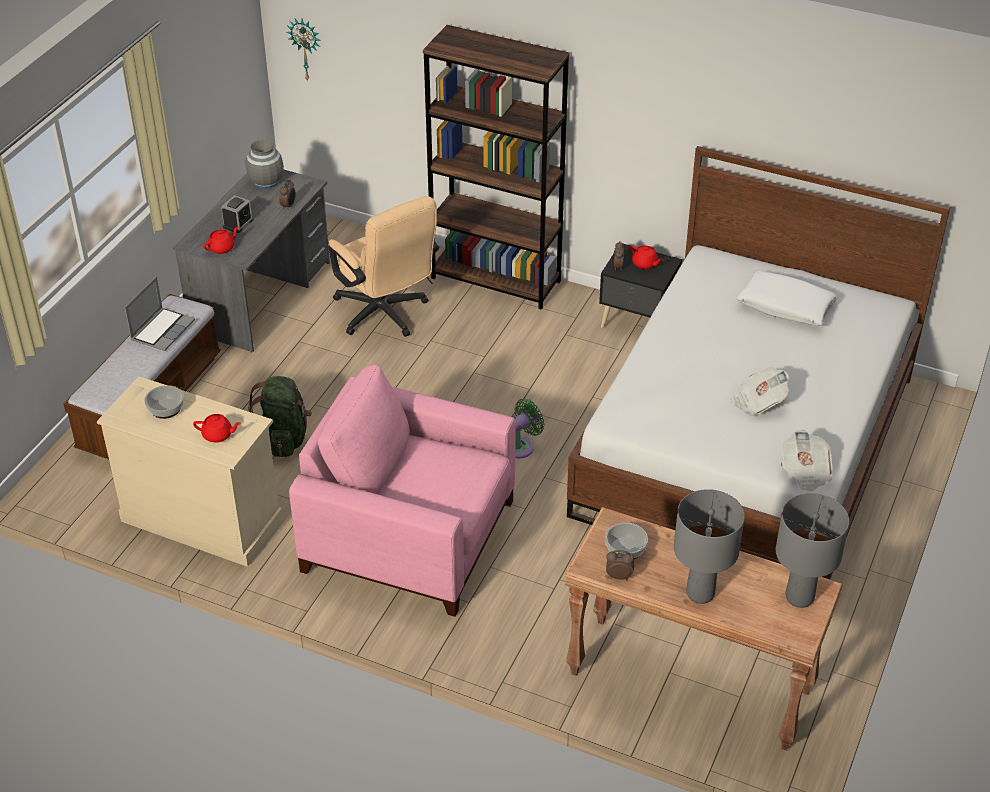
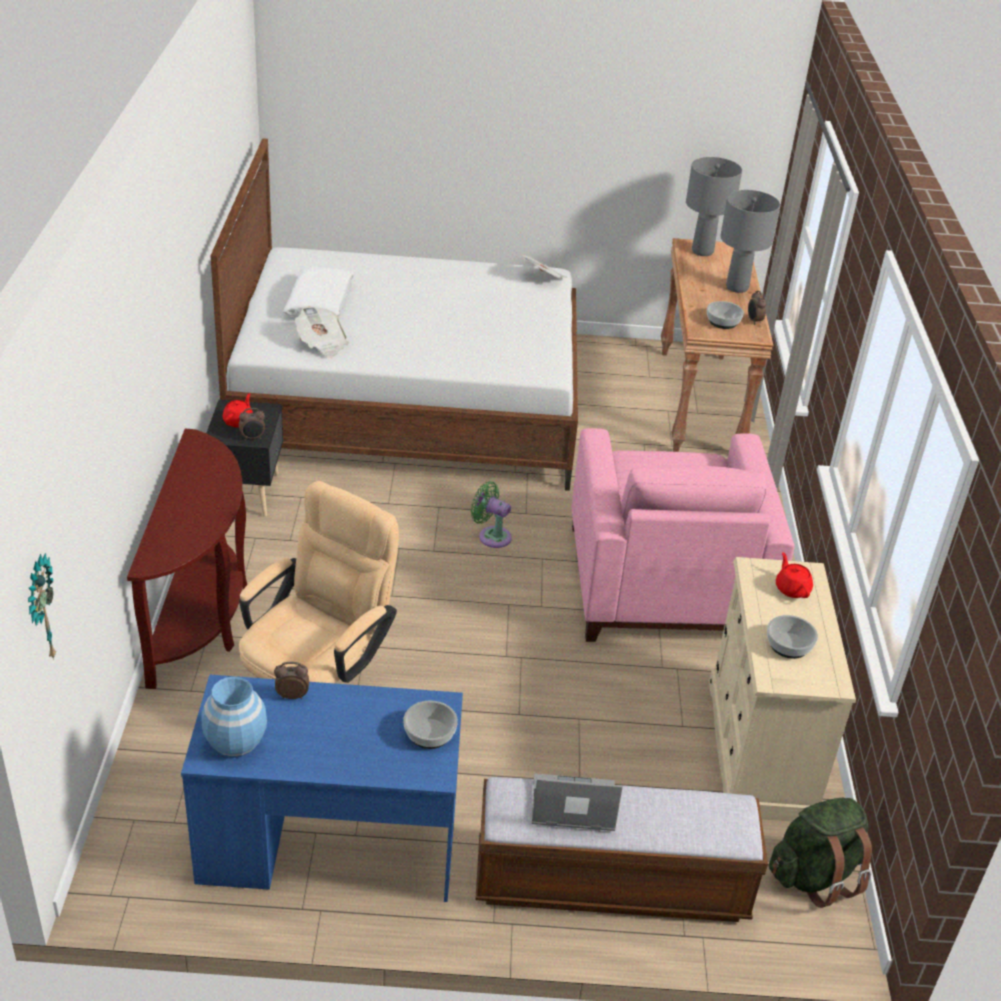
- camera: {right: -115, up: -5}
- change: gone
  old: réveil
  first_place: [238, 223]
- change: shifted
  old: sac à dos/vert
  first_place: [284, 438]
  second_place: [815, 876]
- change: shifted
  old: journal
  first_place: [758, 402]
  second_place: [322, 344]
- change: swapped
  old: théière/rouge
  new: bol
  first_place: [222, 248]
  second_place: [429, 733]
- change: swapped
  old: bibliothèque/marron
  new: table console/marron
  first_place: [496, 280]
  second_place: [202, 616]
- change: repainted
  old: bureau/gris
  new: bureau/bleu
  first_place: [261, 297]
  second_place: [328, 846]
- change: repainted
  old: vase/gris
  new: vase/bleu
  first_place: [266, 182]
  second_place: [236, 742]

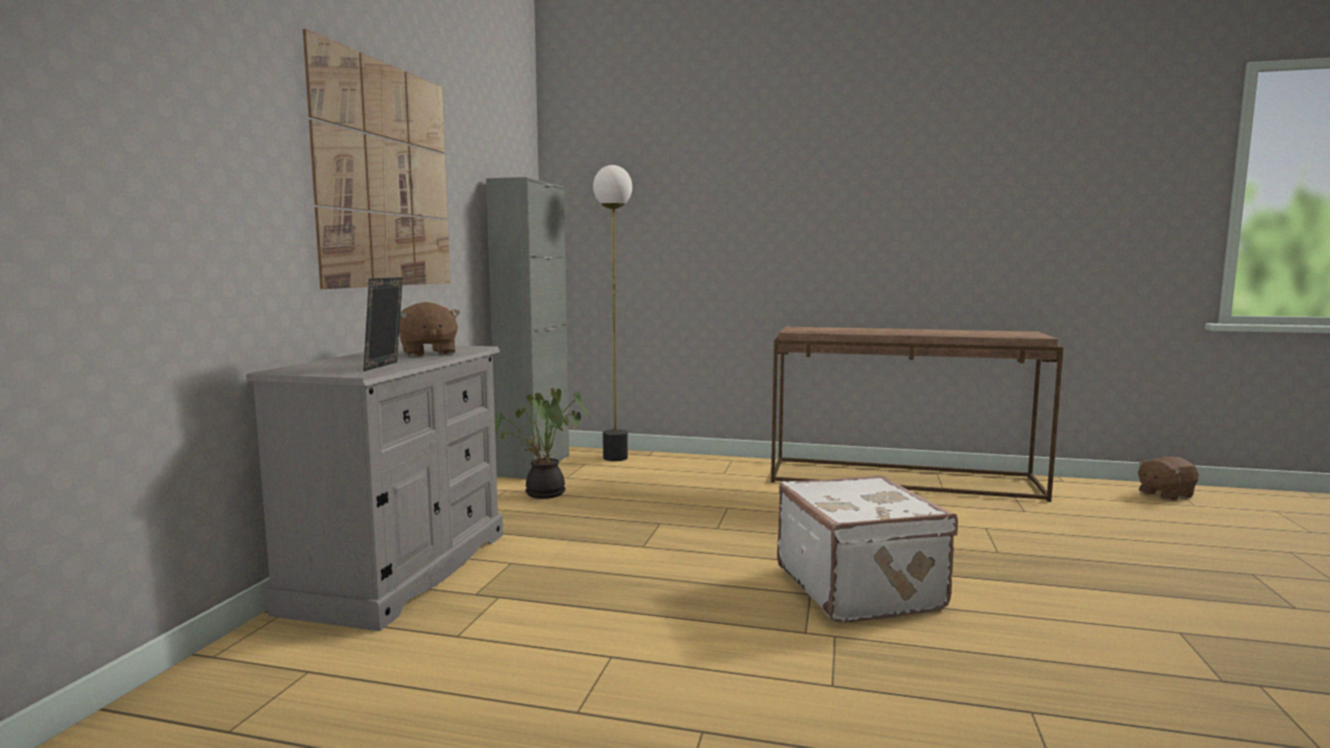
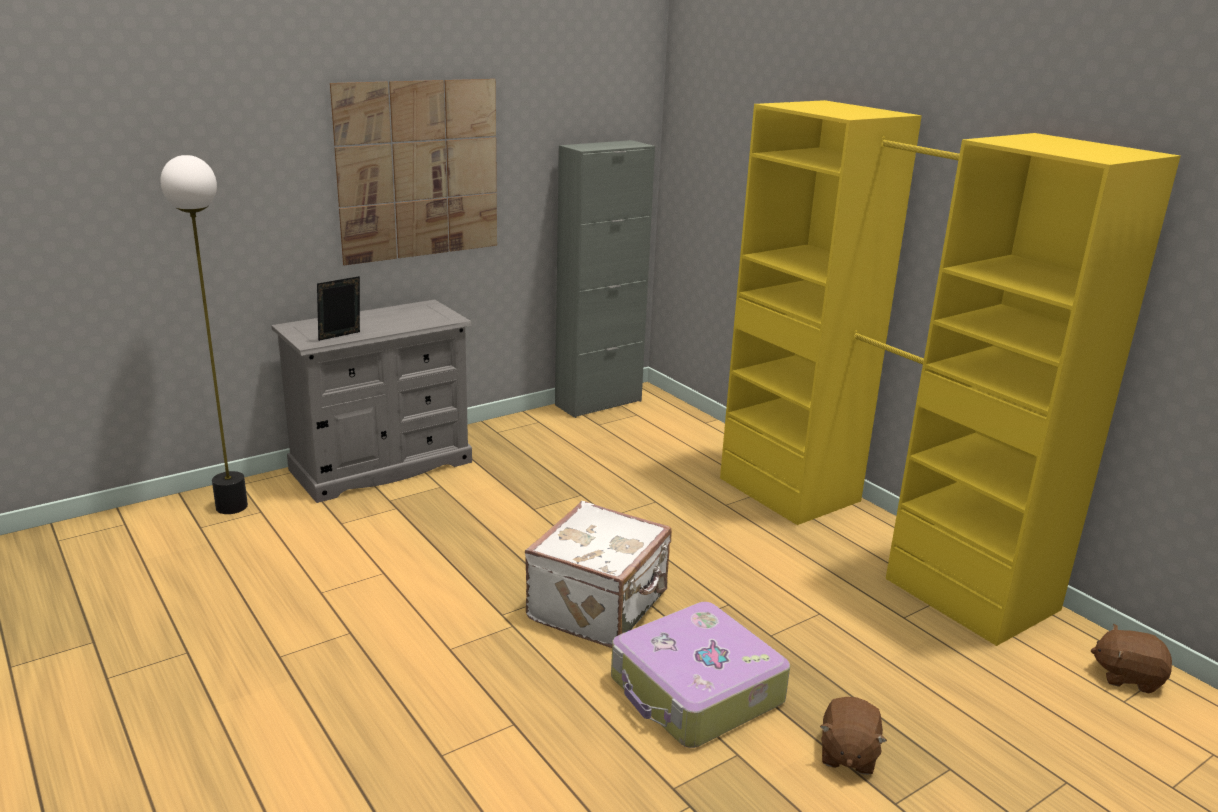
- camera: {right: 40, up: 15}
- change: gone
  old: plante en pot
  first_place: [542, 494]
- change: new
  new: valise
  second_place: [695, 691]
- change: shifted
  old: peluche/marron
  first_place: [428, 353]
  second_place: [847, 754]
- change: shifted
  old: lampadaire
  first_place: [615, 458]
  second_place: [232, 506]
- change: swapped
  old: table console/marron
  new: armoire/jaune
  first_place: [904, 479]
  second_place: [873, 538]

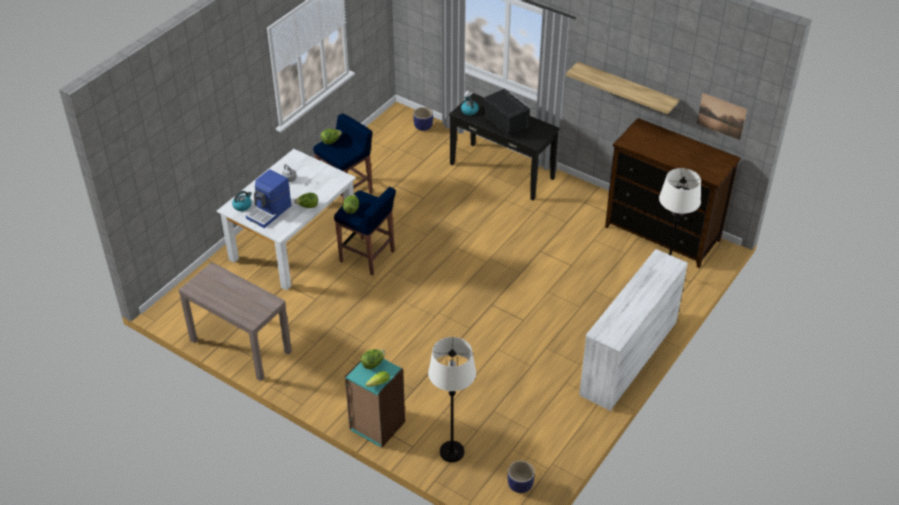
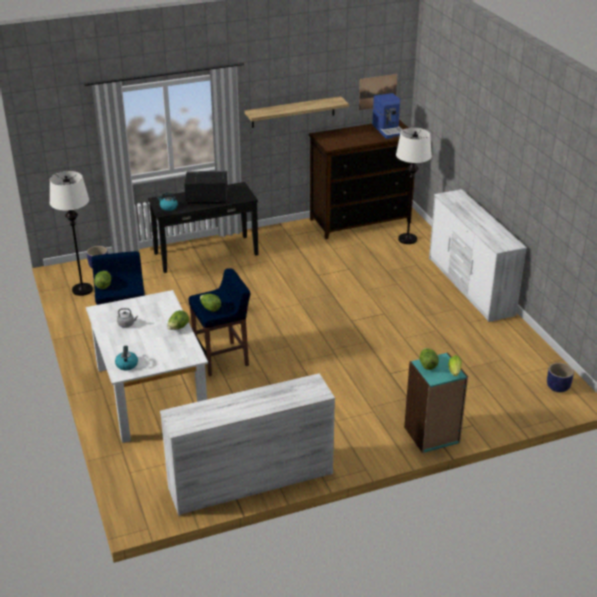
- camera: {right: -55, up: -10}
- change: shifted
  old: machine à café
  first_place: [270, 212]
  second_place: [388, 130]
- change: shifted
  old: lampadaire/blanc
  first_place: [451, 452]
  second_place: [82, 290]
- change: swapped
  old: table console/marron
  new: commode/blanc
  first_place: [240, 346]
  second_place: [250, 480]

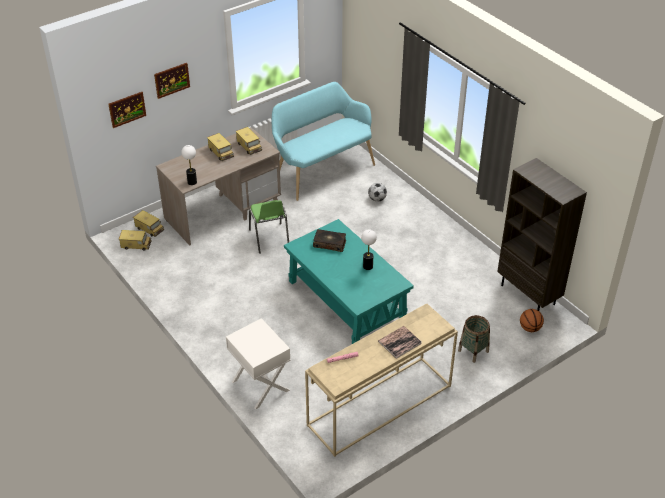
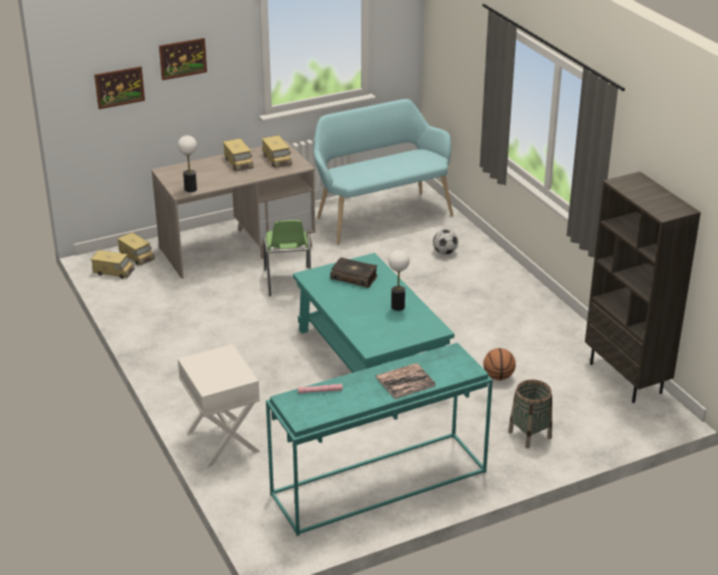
- camera: {right: 10, up: -10}
- change: shifted
  old: ballon de basket
  first_place: [530, 328]
  second_place: [498, 377]
- change: repainted
  old: table console/beige
  new: table console/turquoise
  first_place: [380, 406]
  second_place: [378, 484]

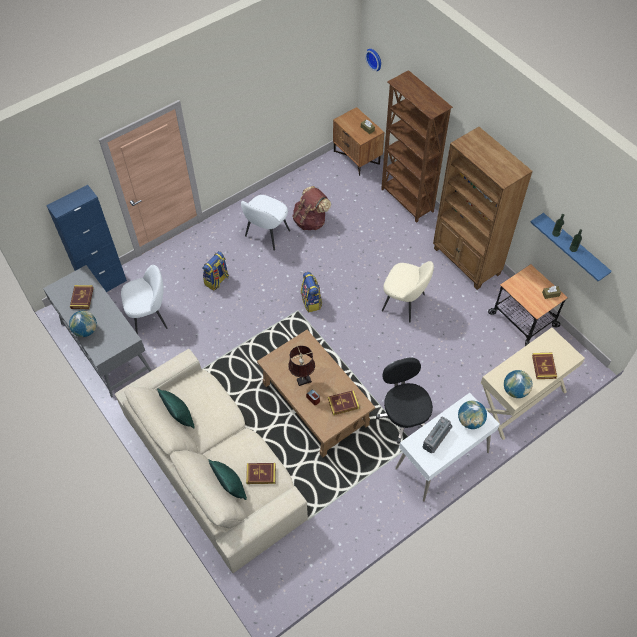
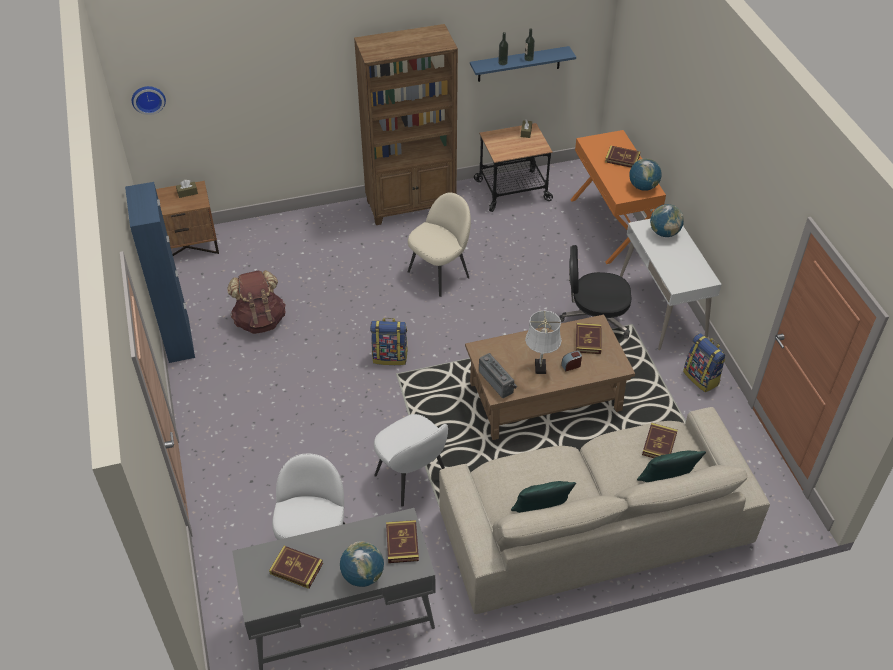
- camera: {right: -70, up: -10}
- change: gone
  old: bibliothèque/marron
  first_place: [407, 201]
- change: new
  new: livre
  second_place: [402, 543]
- change: shifted
  old: meuble de rangement/bleu
  first_place: [104, 285]
  second_place: [179, 340]
- change: shifted
  old: sac à dos
  first_place: [217, 281]
  second_place: [701, 378]
- change: shifted
  old: chaise/blanc
  first_place: [266, 234]
  second_place: [412, 477]
- change: shifted
  old: radio
  first_place: [437, 439]
  second_place: [498, 381]
- change: repainted
  old: lampe de table/marron
  new: lampe de table/blanc
  first_place: [302, 381]
  second_place: [540, 368]
- change: repainted
  old: table console/beige
  new: table console/orange
  first_place: [520, 400]
  second_place: [611, 226]

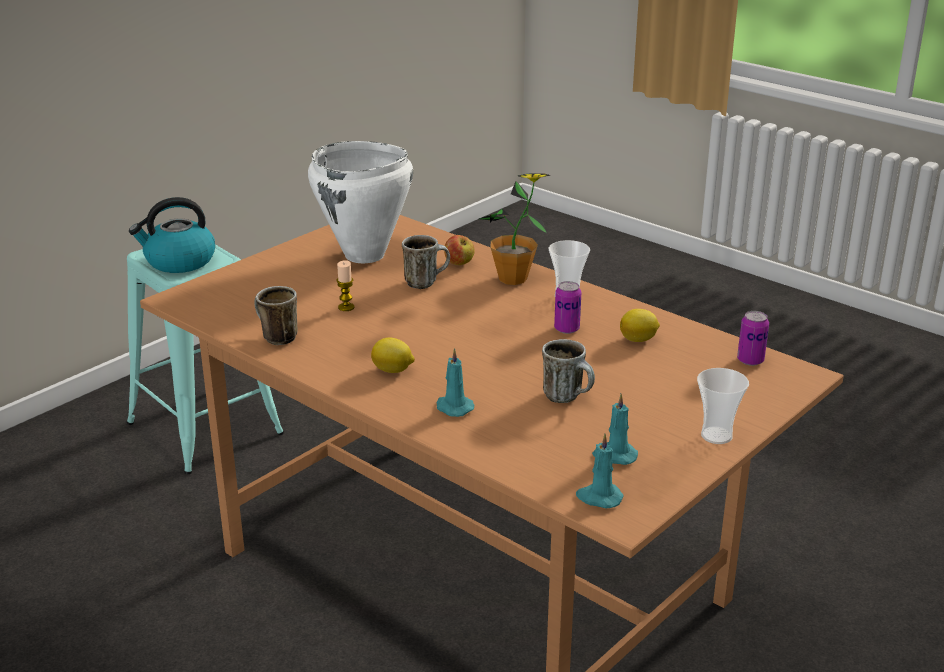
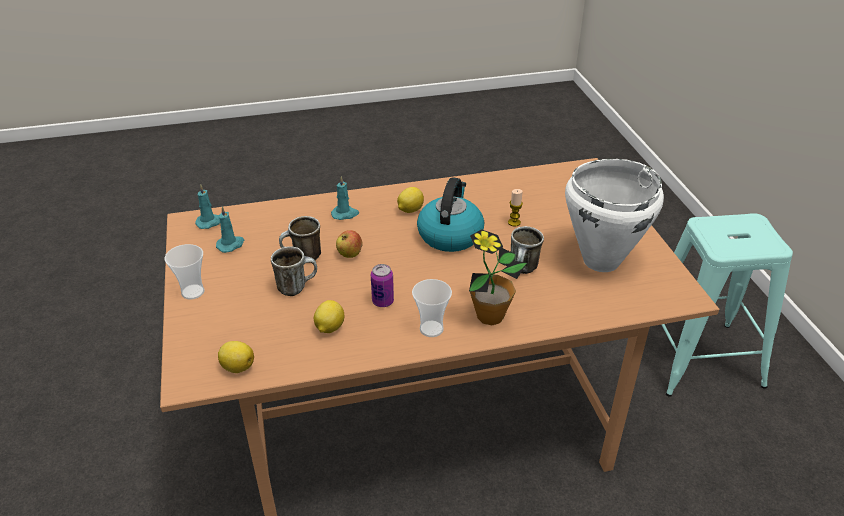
- camera: {right: 125, up: 10}
- change: shifted
  old: bouilloire
  first_place: [179, 261]
  second_place: [450, 235]
- change: shifted
  old: mug
  first_place: [274, 337]
  second_place: [297, 287]
- change: shifted
  old: pomme
  first_place: [459, 263]
  second_place: [350, 254]
- change: swapped
  old: boîte métallique
  new: citron
  first_place: [750, 360]
  second_place: [237, 367]

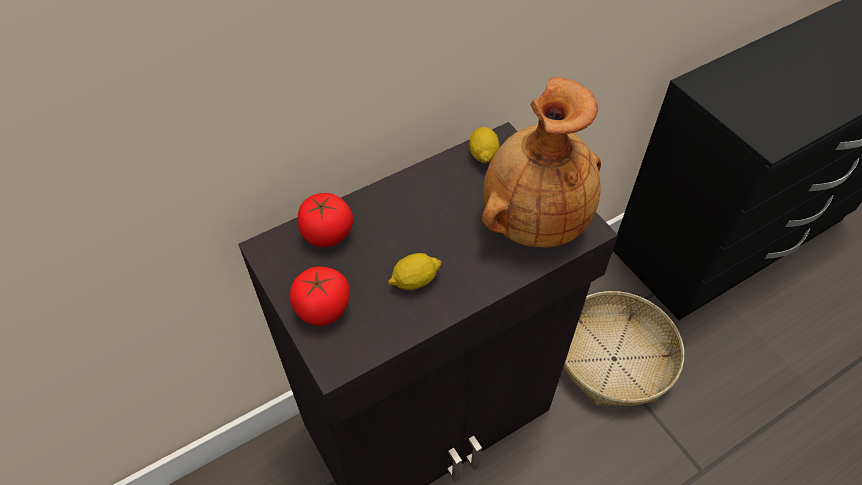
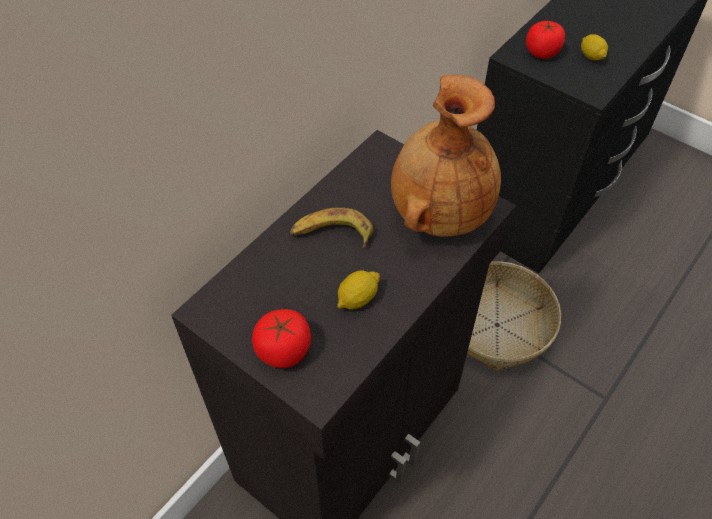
- camera: {right: -20, up: 0}
- change: new
  new: banane
  second_place: [332, 234]
- change: shifted
  old: tomate
  first_place: [327, 234]
  second_place: [542, 52]
- change: shifted
  old: citron
  first_place: [483, 154]
  second_place: [591, 56]

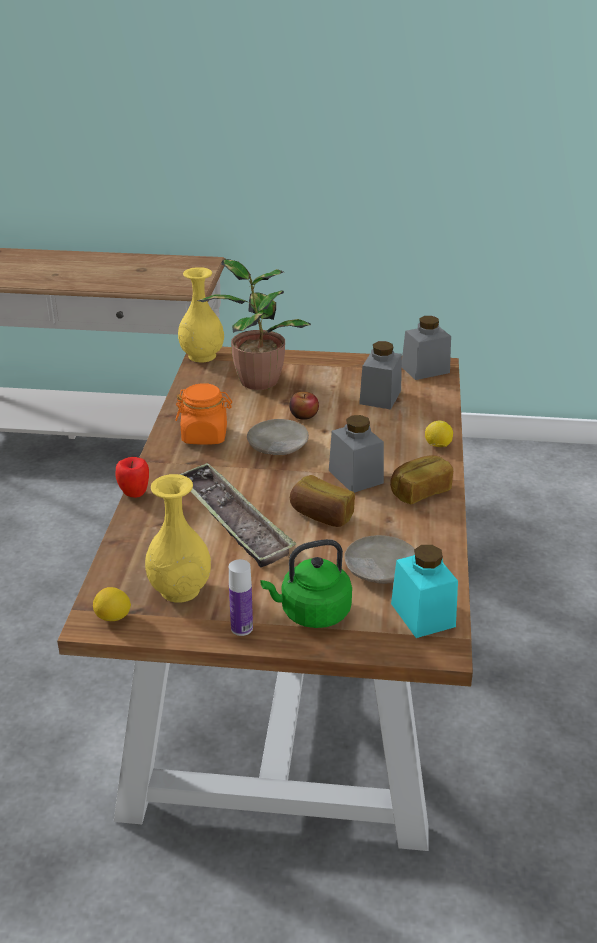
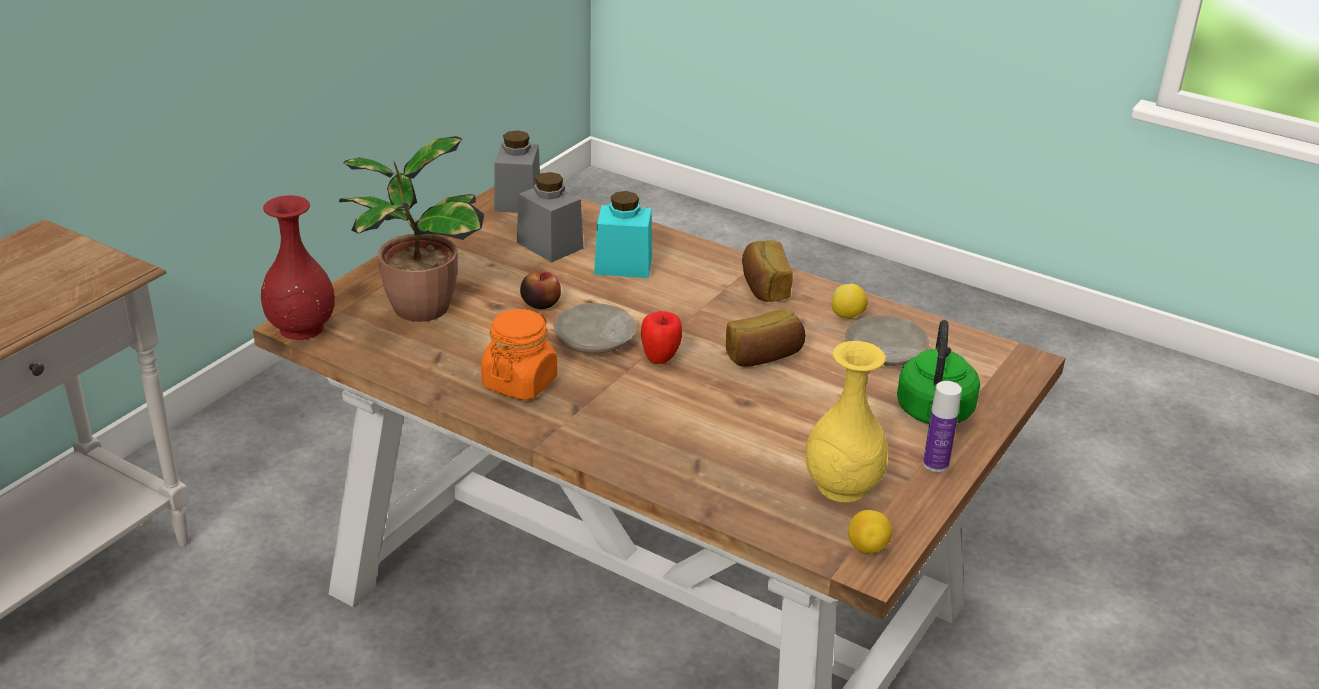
- camera: {right: -65, up: 0}
- change: gone
  old: plateau
  first_place: [232, 521]
- change: gone
  old: bocal/gris
  first_place: [355, 476]
- change: shifted
  old: pomme
  first_place: [134, 494]
  second_place: [660, 360]
- change: shifted
  old: bocal/turquoise
  first_place: [422, 615]
  second_place: [623, 265]
- change: shifted
  old: citron
  first_place: [437, 446]
  second_place: [847, 317]
- change: repainted
  old: vase/jaune
  new: vase/rouge
  first_place: [202, 356]
  second_place: [301, 328]

